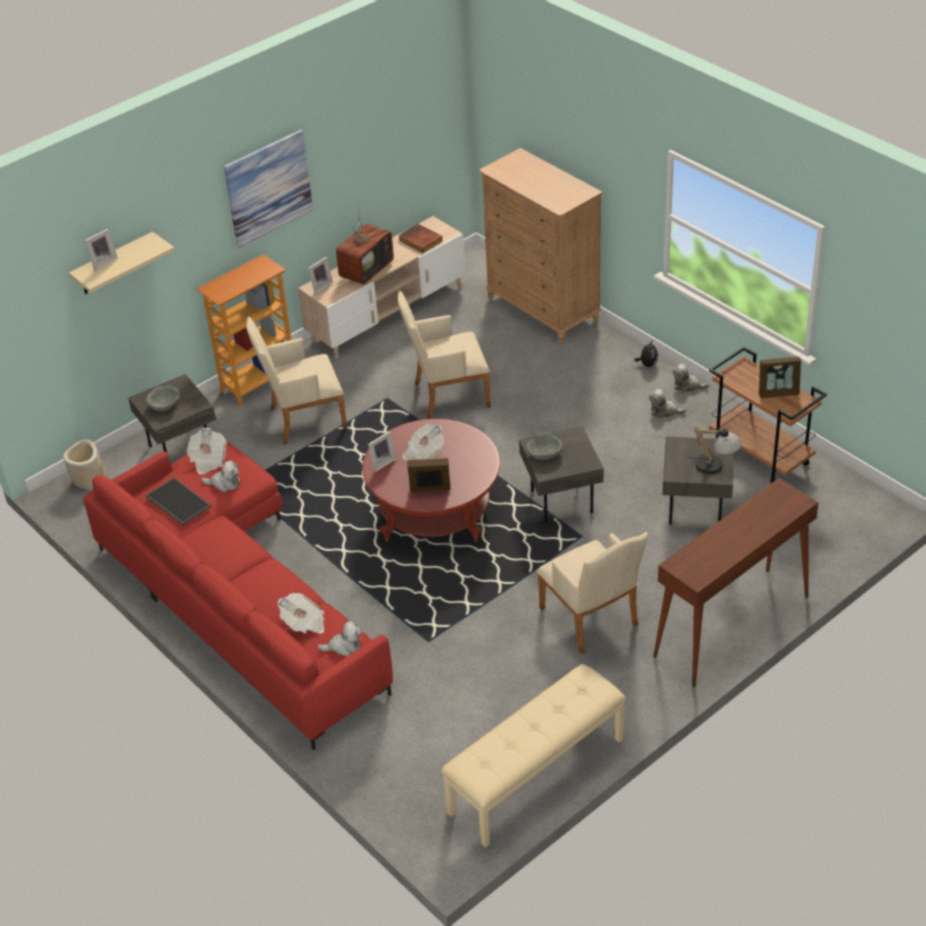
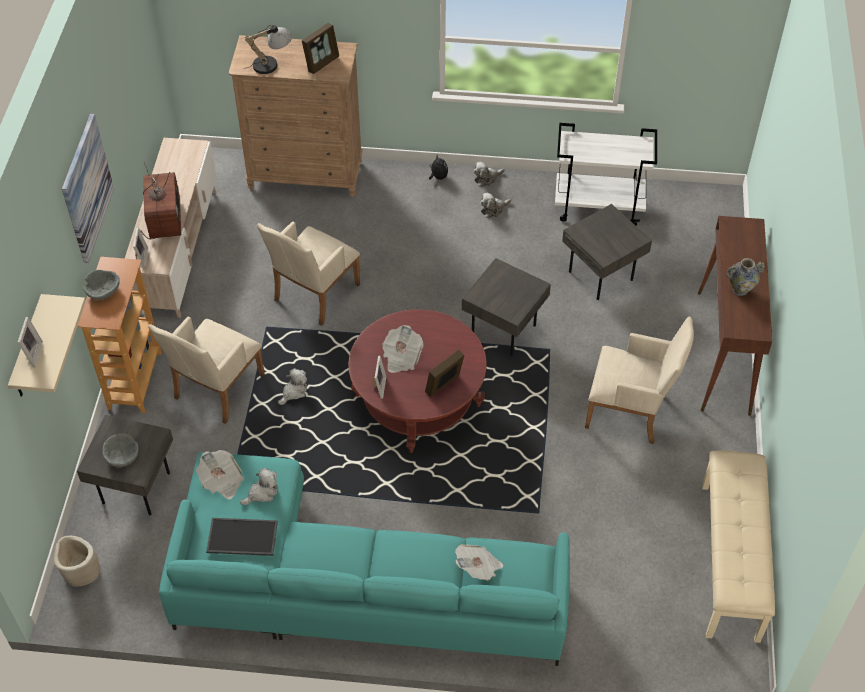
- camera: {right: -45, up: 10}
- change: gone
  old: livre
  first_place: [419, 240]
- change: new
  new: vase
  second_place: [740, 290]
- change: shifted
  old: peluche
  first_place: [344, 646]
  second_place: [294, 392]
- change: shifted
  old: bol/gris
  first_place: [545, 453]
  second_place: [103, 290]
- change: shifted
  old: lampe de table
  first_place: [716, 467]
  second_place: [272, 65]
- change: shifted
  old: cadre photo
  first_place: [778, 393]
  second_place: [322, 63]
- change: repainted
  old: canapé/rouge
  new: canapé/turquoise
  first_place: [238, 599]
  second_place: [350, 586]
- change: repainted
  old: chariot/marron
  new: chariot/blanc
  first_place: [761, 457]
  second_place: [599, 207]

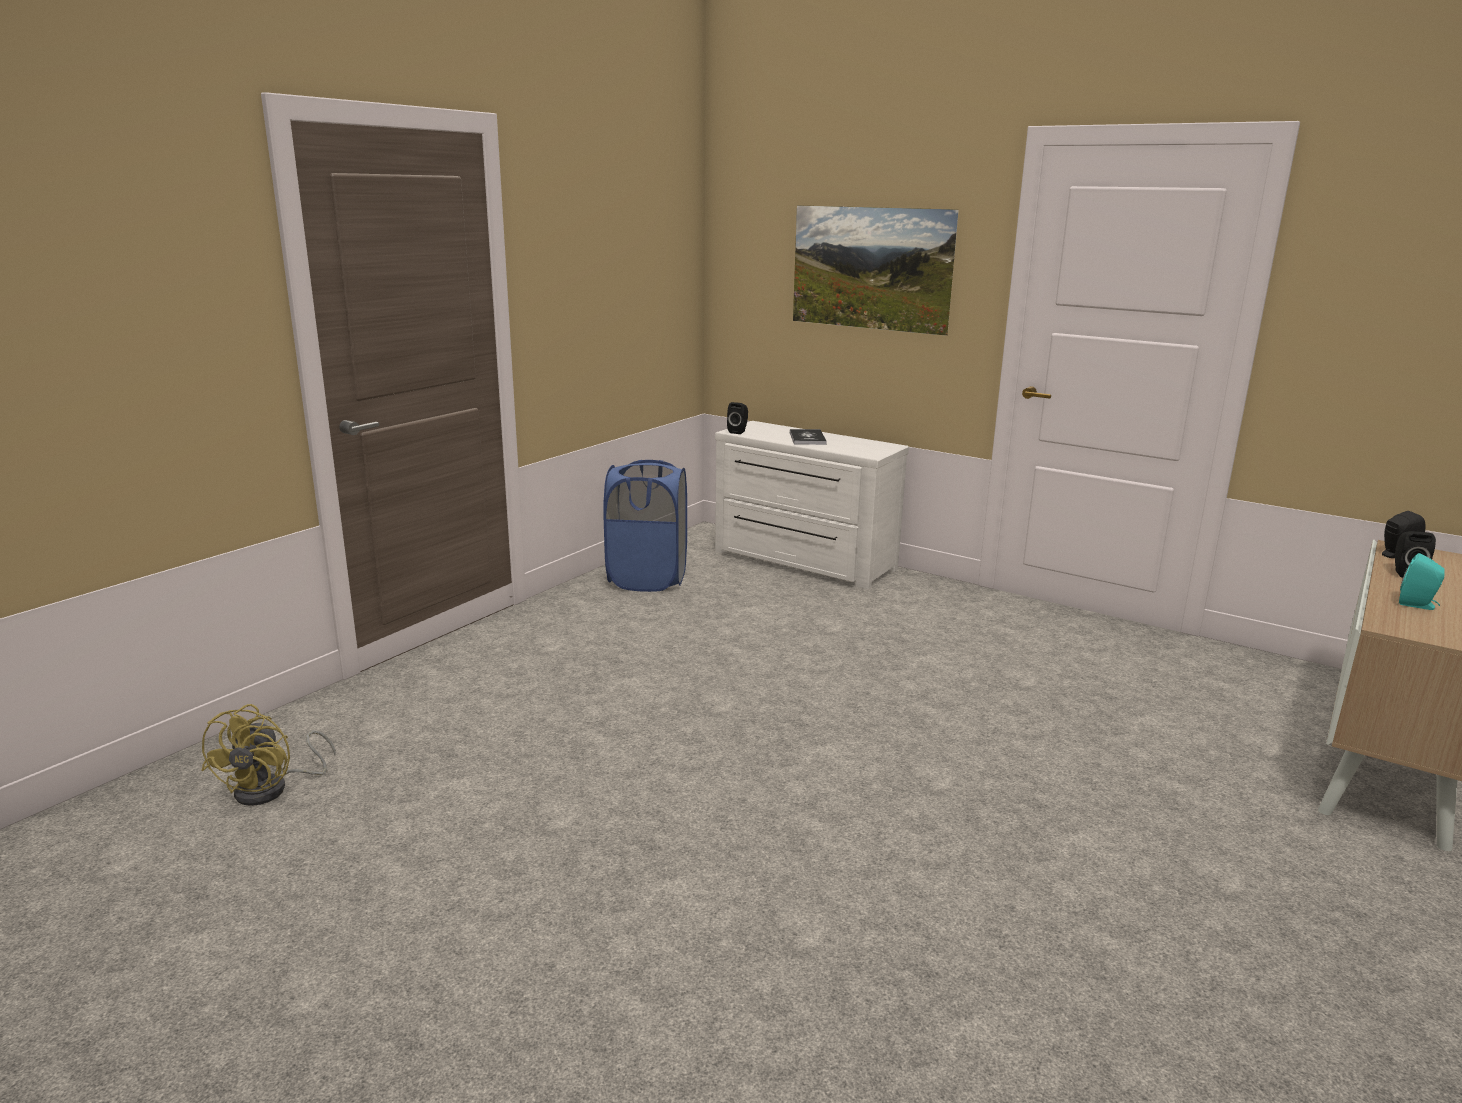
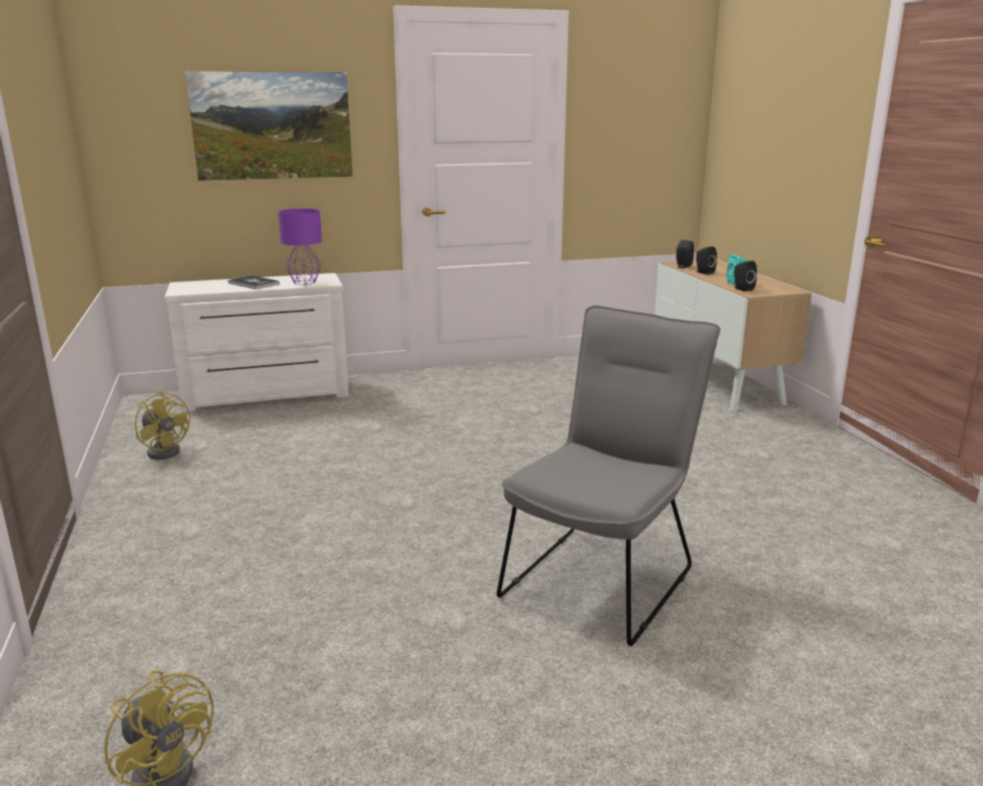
- camera: {right: -50, up: 0}
- change: new
  new: lampe de table/violet
  second_place: [304, 282]
- change: new
  new: chaise/gris
  second_place: [604, 576]
- change: shifted
  old: enceinte/noir
  first_place: [738, 431]
  second_place: [742, 289]
- change: swapped
  old: panier à linge/bleu
  new: ventilateur/jaune
  first_place: [647, 579]
  second_place: [166, 450]

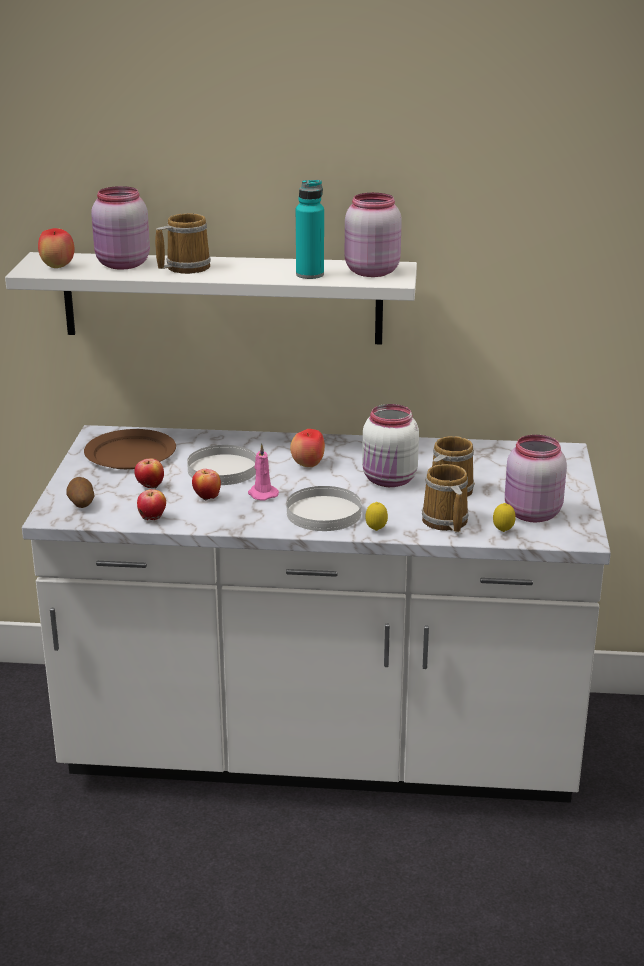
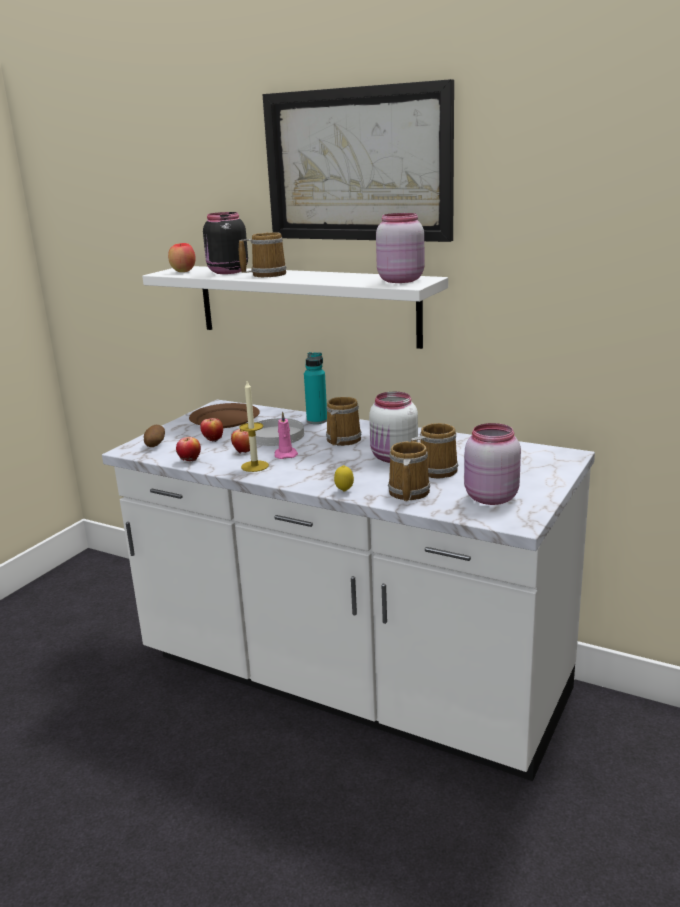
- camera: {right: 25, up: -5}
- change: gone
  old: assiette/blanc
  first_place: [323, 513]
- change: gone
  old: citron
  first_place: [503, 531]
- change: new
  new: bougie
  second_place: [255, 466]
- change: new
  new: tableau
  second_place: [357, 165]
- change: shifted
  old: bouteille/turquoise
  first_place: [310, 274]
  second_place: [317, 421]
- change: swapped
  old: pomme
  new: mug
  first_place: [308, 465]
  second_place: [341, 440]
- change: repainted
  old: bocal/rose
  new: bocal/noir
  first_place: [122, 264]
  second_place: [227, 272]

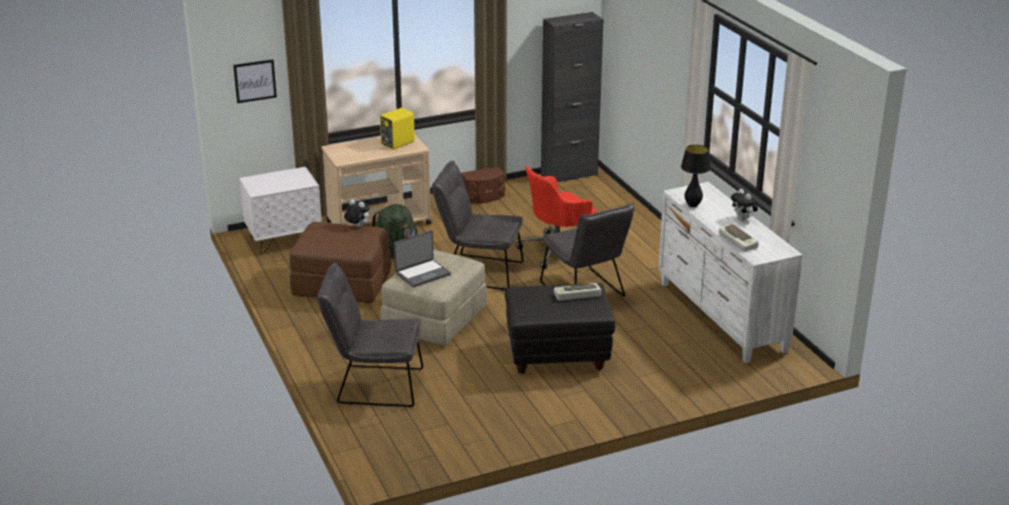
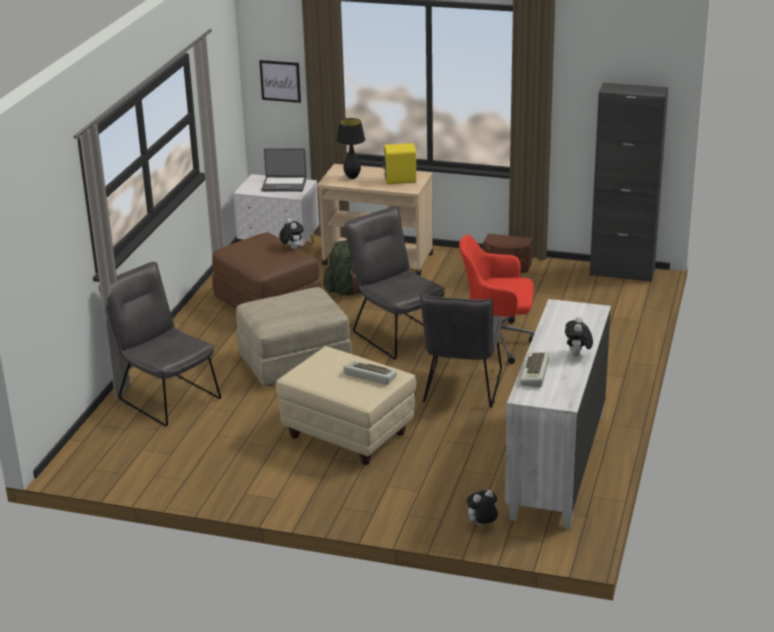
- camera: {right: 40, up: 0}
- change: new
  new: peluche
  second_place: [482, 525]
- change: shifted
  old: ordinateur portable
  first_place: [422, 273]
  second_place: [284, 185]
- change: shifted
  old: lampe de table/noir
  first_place: [693, 205]
  second_place: [352, 177]
- change: repainted
  old: pouf/noir
  new: pouf/beige
  first_place: [557, 355]
  second_place: [347, 435]

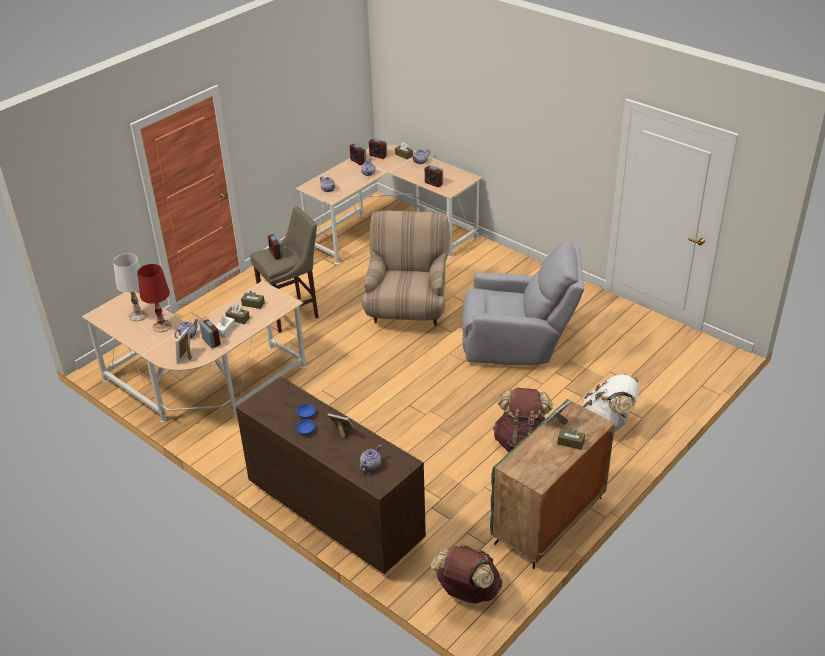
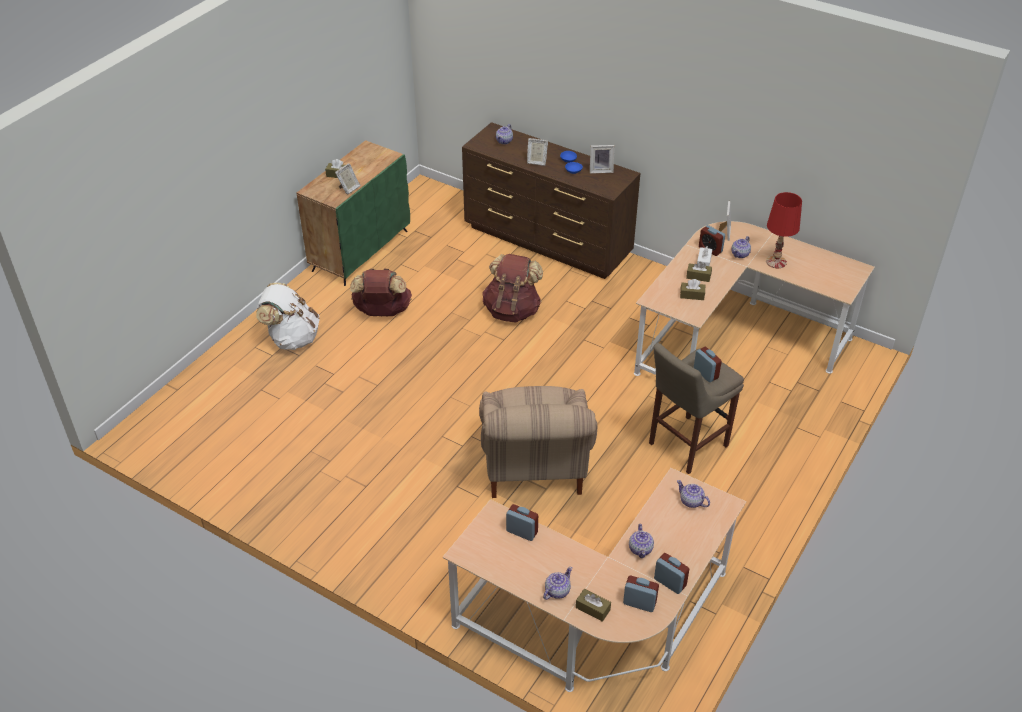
- camera: {right: 170, up: 5}
- change: gone
  old: lampe de table/blanc
  first_place: [138, 315]
- change: gone
  old: fauteuil/gris
  first_place: [518, 344]
- change: new
  new: cadre photo
  second_place: [601, 170]
- change: shifted
  old: sac à dos/marron
  first_place: [467, 592]
  second_place: [512, 310]

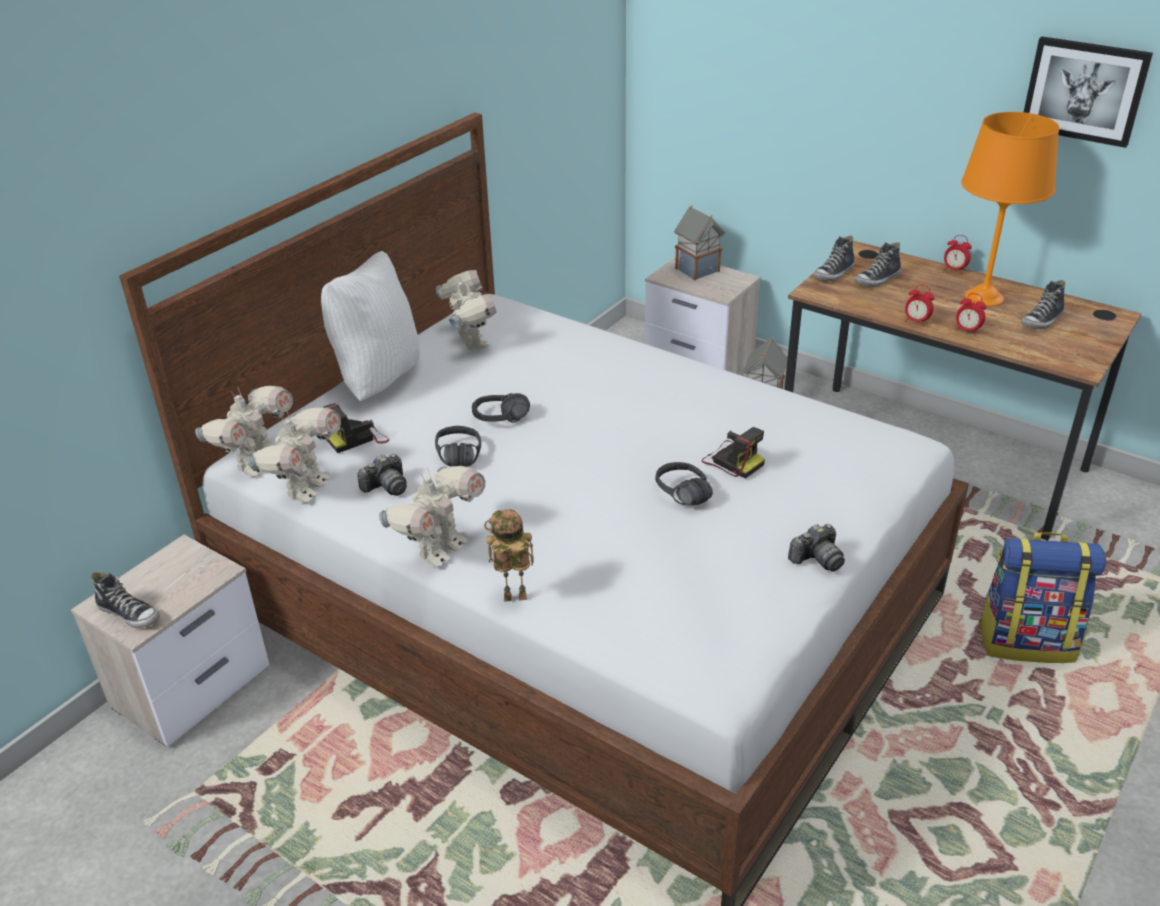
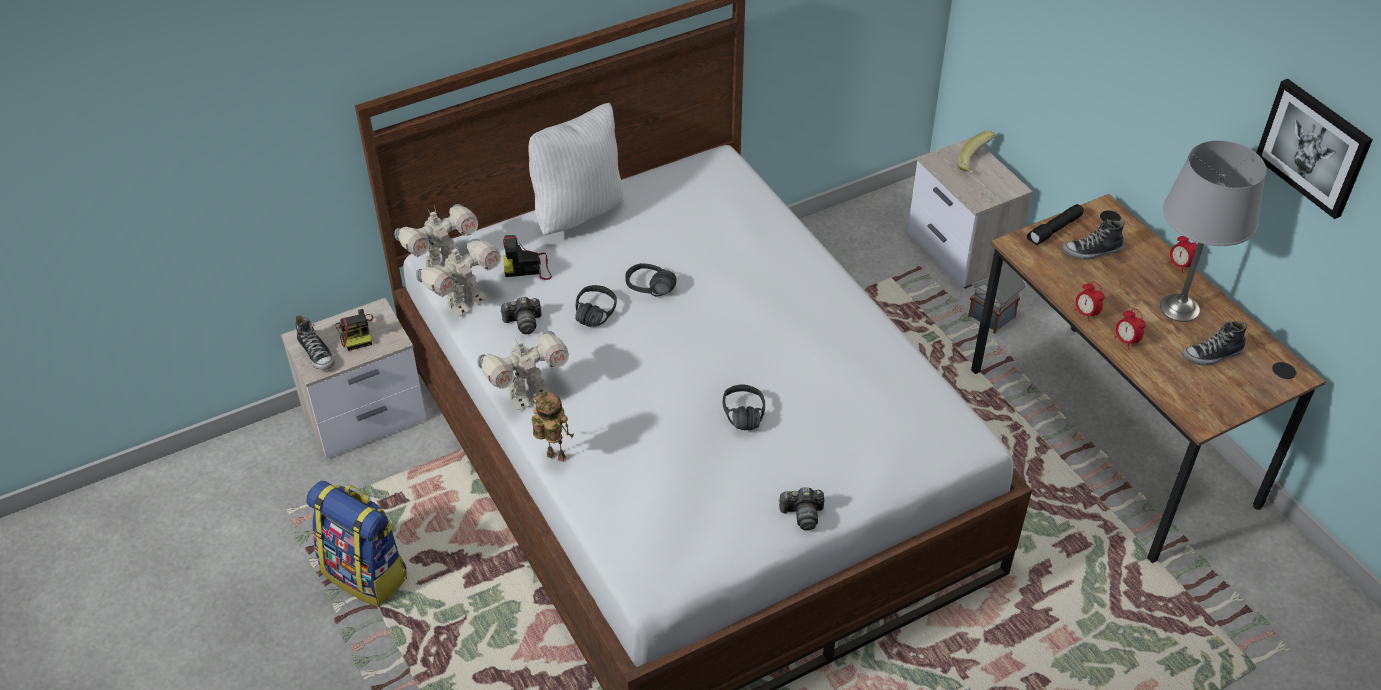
- camera: {right: 25, up: 10}
- change: gone
  old: robot jouet
  first_place: [470, 342]
- change: shifted
  old: appareil photo
  first_place: [732, 461]
  second_place: [356, 332]
- change: shifted
  old: sac à dos
  first_place: [1027, 641]
  second_place: [366, 574]
- change: swapped
  old: maison miniature
  new: banane
  first_place: [698, 270]
  second_place: [975, 164]
- change: swapped
  old: chaussure
  new: lampe de poche/noir
  first_place: [834, 274]
  second_place: [1054, 230]
- change: repainted
  old: lampe de table/orange
  new: lampe de table/gris
  first_place: [984, 297]
  second_place: [1180, 308]

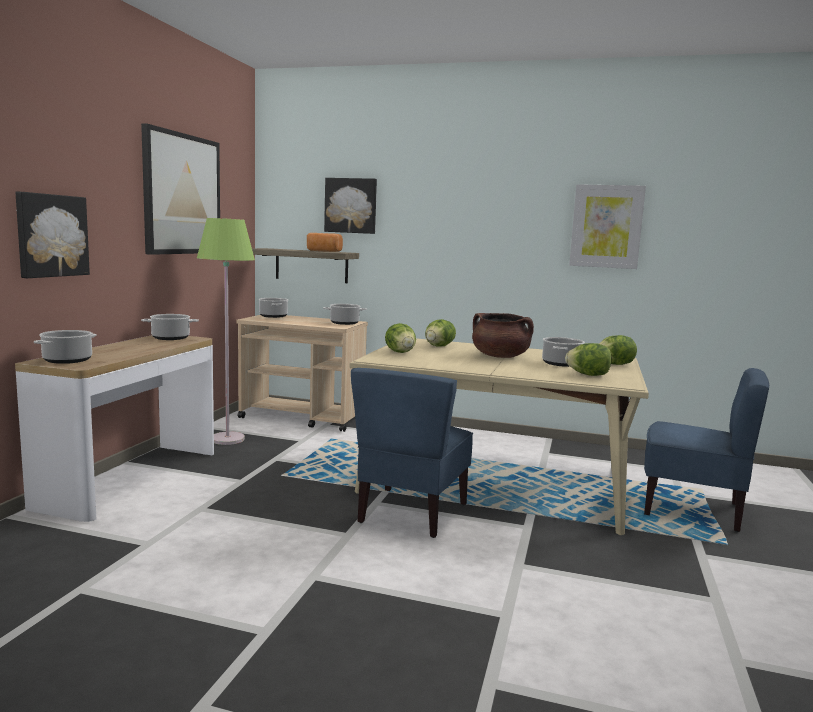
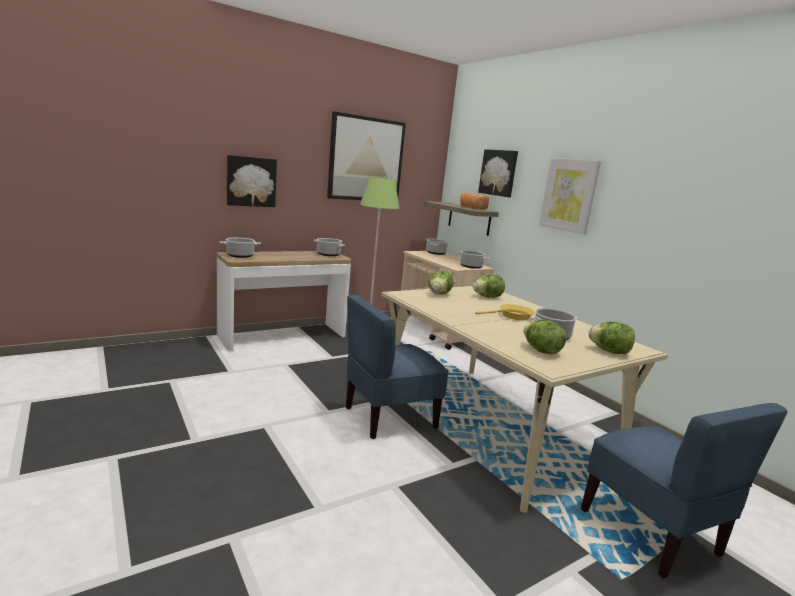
- camera: {right: 40, up: 5}
- change: shifted
  old: tableau
  first_place: [606, 226]
  second_place: [569, 195]
- change: swapped
  old: marmite/marron
  new: poêle/jaune
  first_place: [500, 356]
  second_place: [512, 316]

